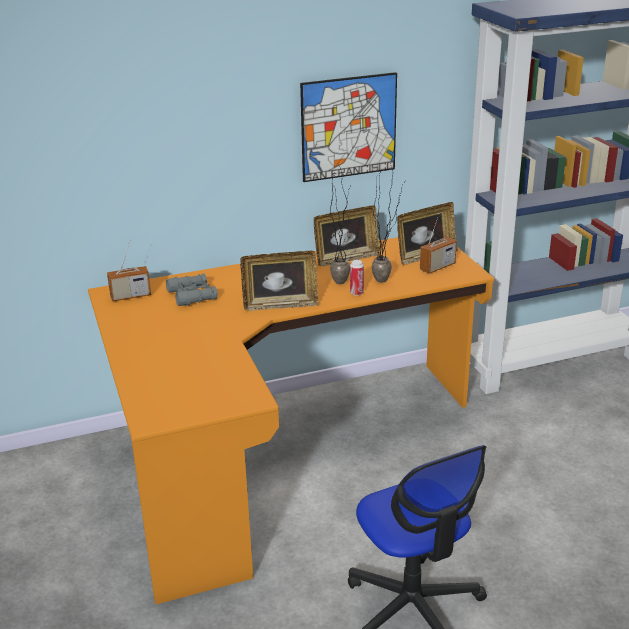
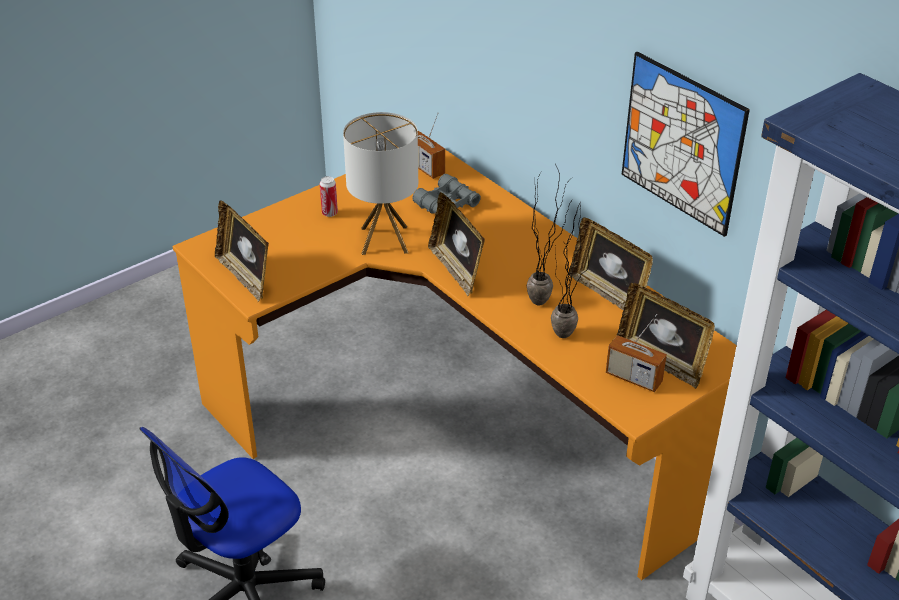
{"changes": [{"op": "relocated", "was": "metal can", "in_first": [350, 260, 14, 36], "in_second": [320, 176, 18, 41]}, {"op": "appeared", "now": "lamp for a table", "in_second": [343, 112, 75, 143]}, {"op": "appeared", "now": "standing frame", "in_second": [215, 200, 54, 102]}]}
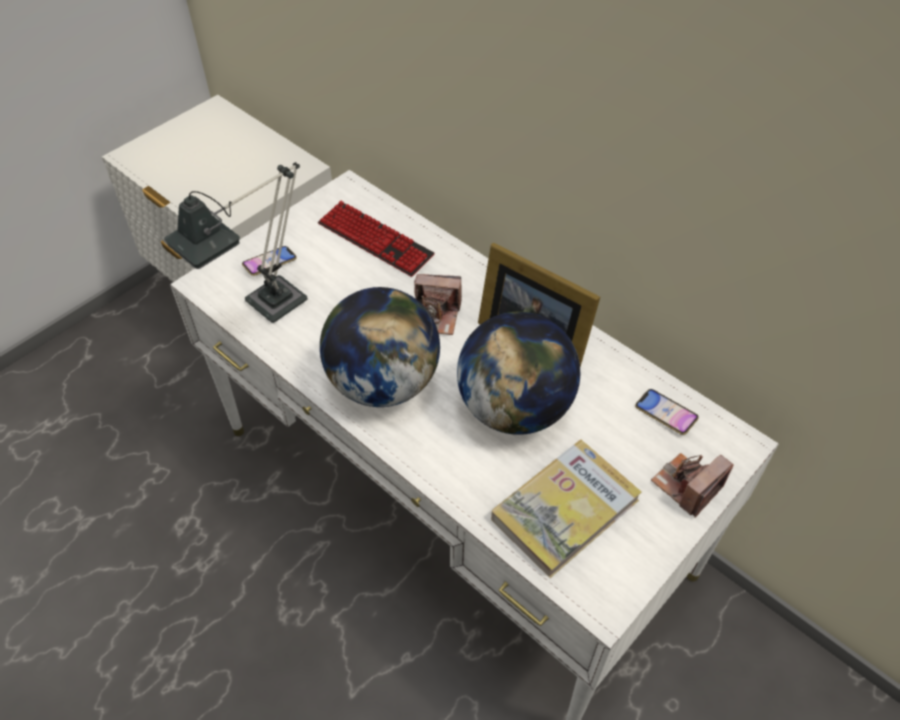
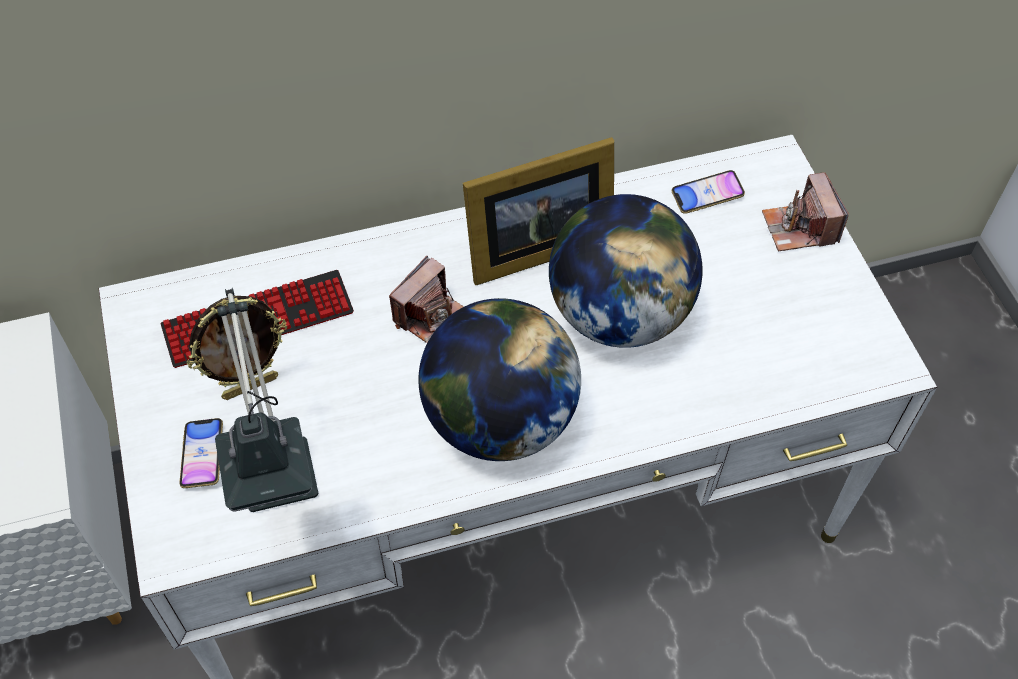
{"changes": [{"op": "missing", "was": "bound book", "in_first": [491, 440, 151, 138]}, {"op": "appeared", "now": "standing frame", "in_second": [187, 296, 100, 104]}]}
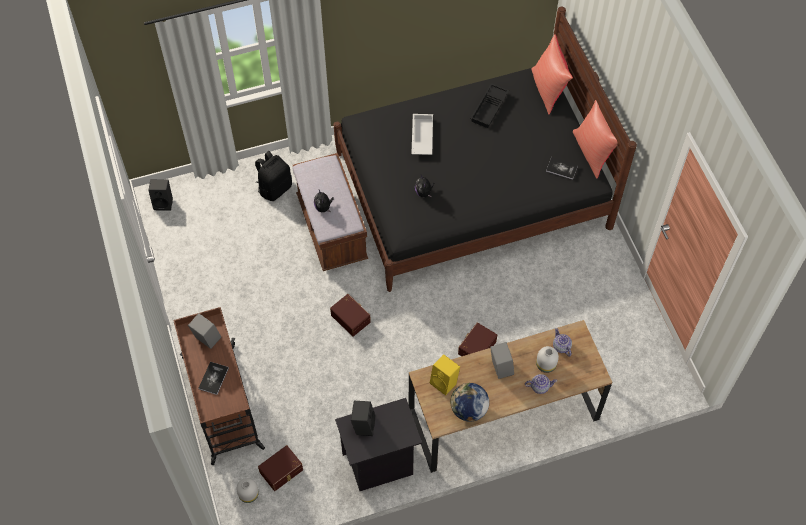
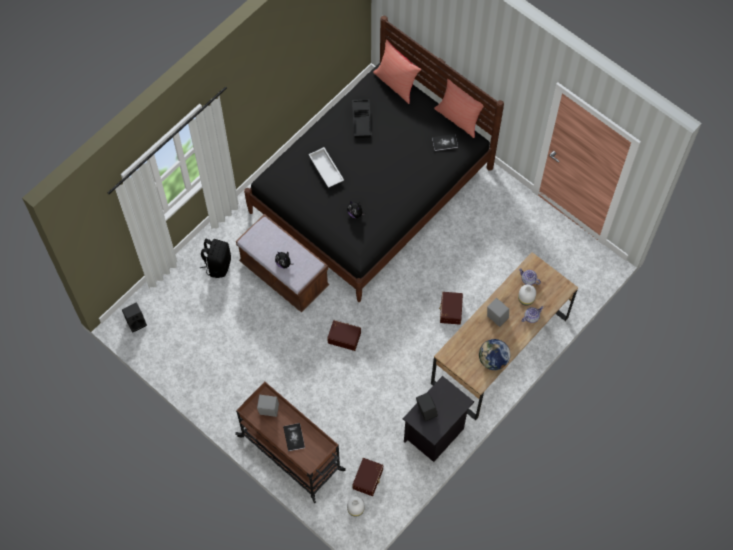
{"changes": [{"op": "missing", "was": "loudspeaker in yellowish", "in_first": [430, 354, 30, 42]}]}
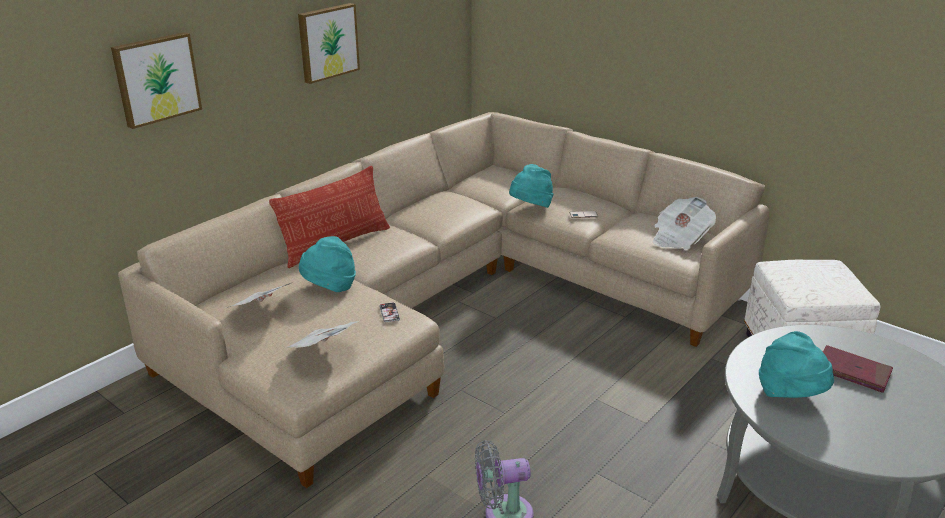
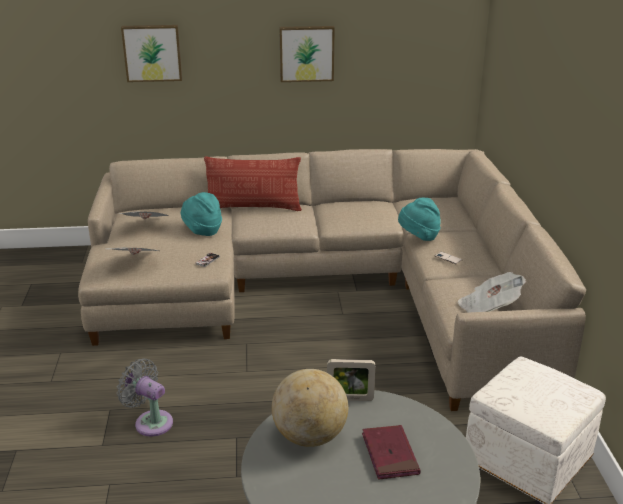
{"changes": [{"op": "exchanged", "was": "wearable hat in turquoise", "now": "globe", "in_first": [759, 331, 75, 67], "in_second": [272, 369, 76, 78]}, {"op": "appeared", "now": "standing frame", "in_second": [327, 359, 48, 42]}]}
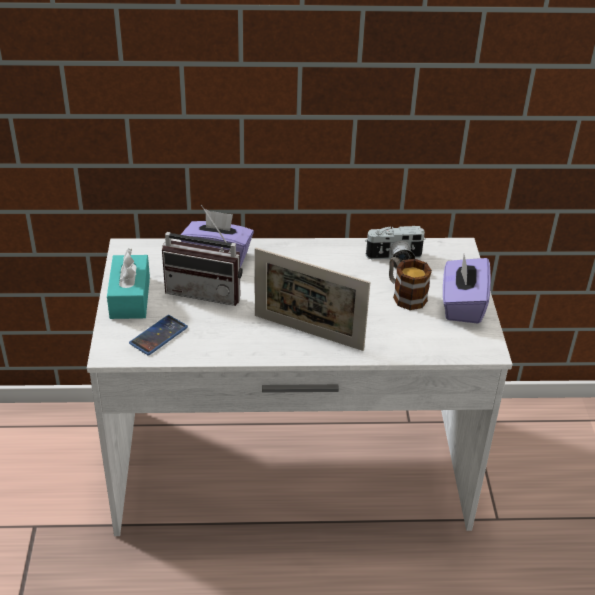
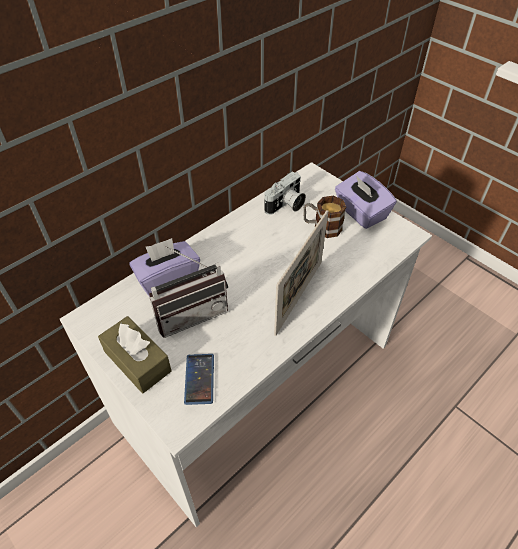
{"changes": [{"op": "spun", "was": "standing frame", "in_first": [255, 247, 115, 104], "in_second": [274, 210, 54, 126], "clockwise": -45}, {"op": "colour", "was": "tissue holder in turquoise", "now": "tissue holder in brown-coloured", "in_first": [107, 248, 43, 71], "in_second": [98, 316, 74, 78]}]}
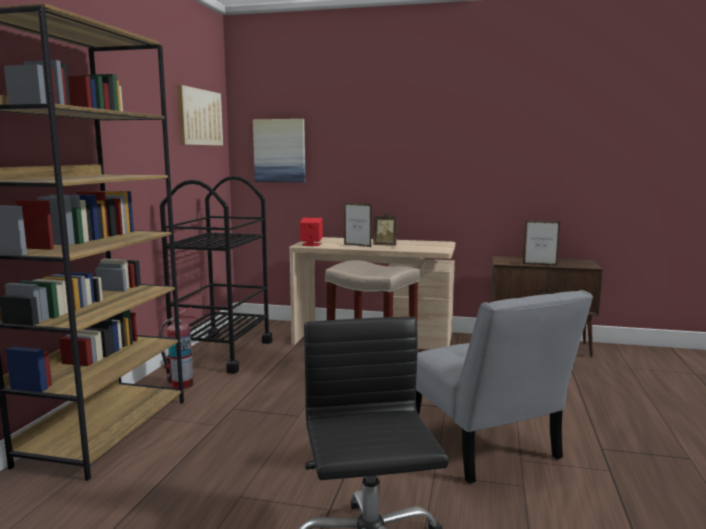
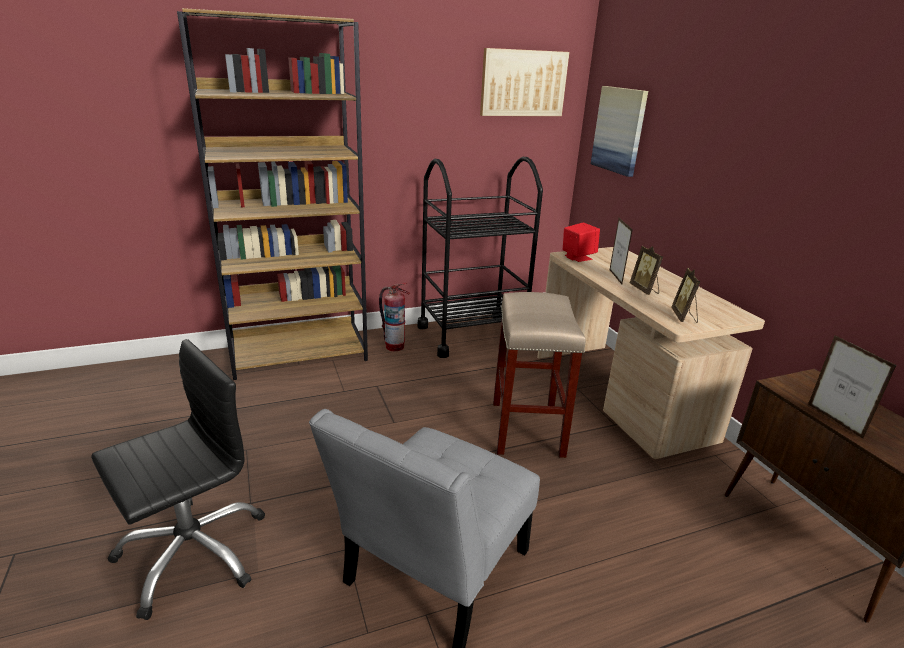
{"changes": [{"op": "appeared", "now": "standing frame", "in_second": [671, 268, 30, 55]}]}
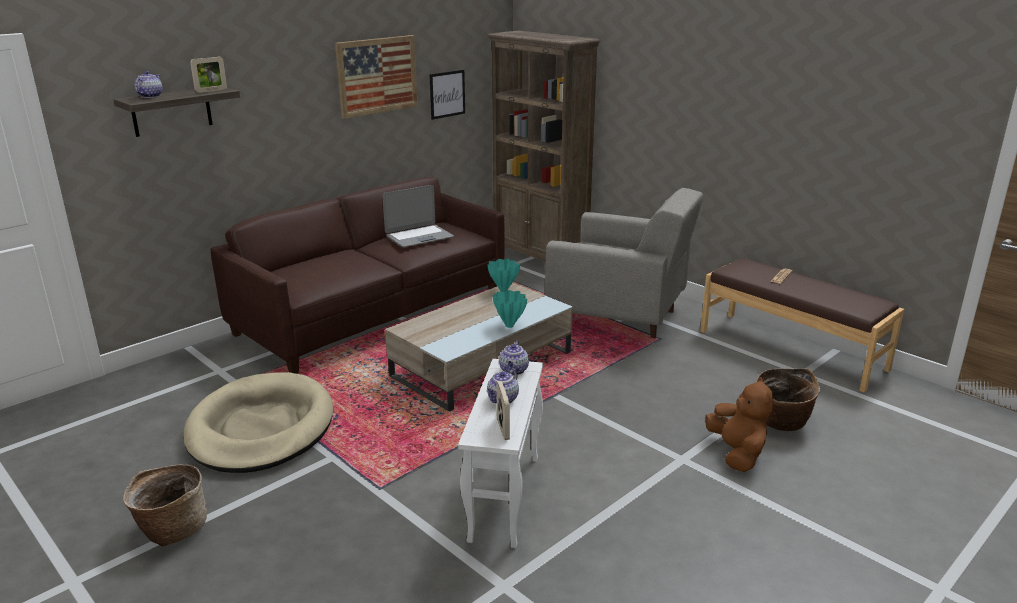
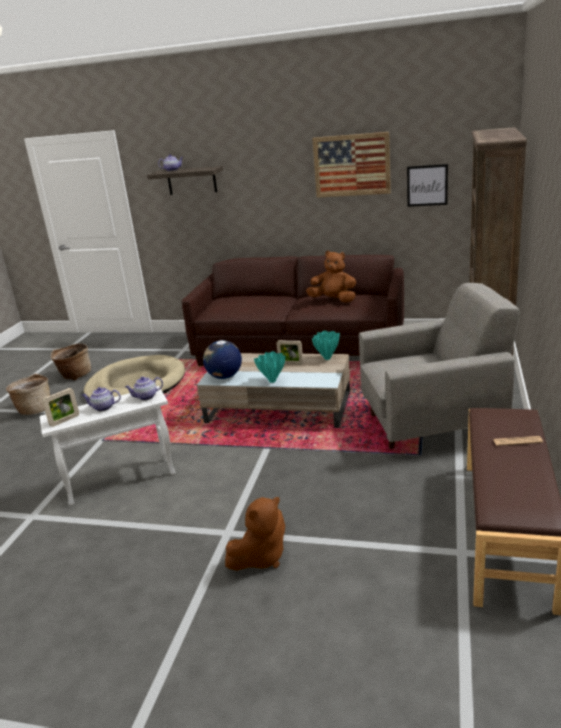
{"changes": [{"op": "relocated", "was": "standing frame", "in_first": [190, 57, 37, 36], "in_second": [276, 340, 27, 25]}, {"op": "exchanged", "was": "laptop", "now": "cuddly toy in brown-coloured", "in_first": [382, 185, 72, 62], "in_second": [306, 251, 50, 52]}, {"op": "spun", "was": "armchair in grey", "in_first": [545, 188, 158, 150], "in_second": [359, 283, 161, 166], "clockwise": -90}, {"op": "relocated", "was": "basket", "in_first": [756, 368, 64, 63], "in_second": [51, 344, 40, 37]}, {"op": "appeared", "now": "globe", "in_second": [203, 340, 39, 39]}]}
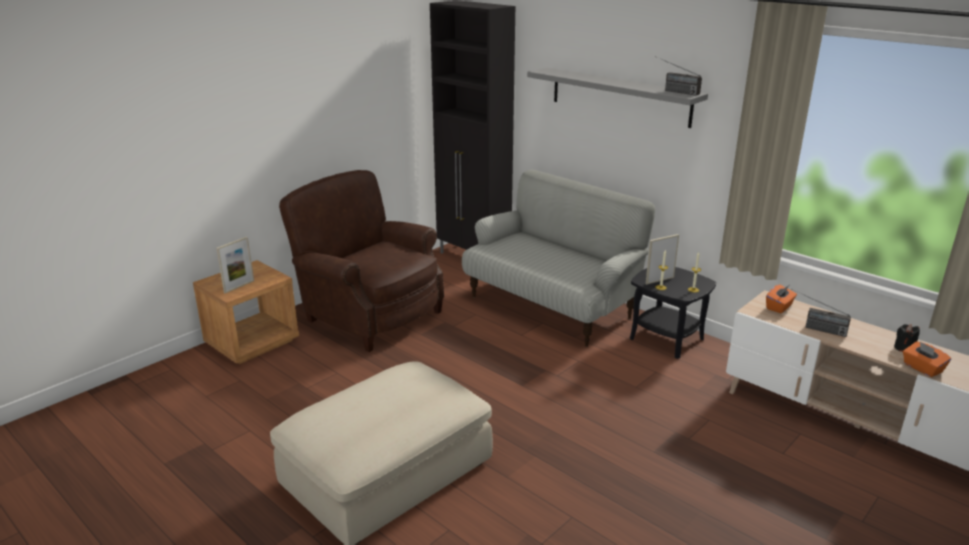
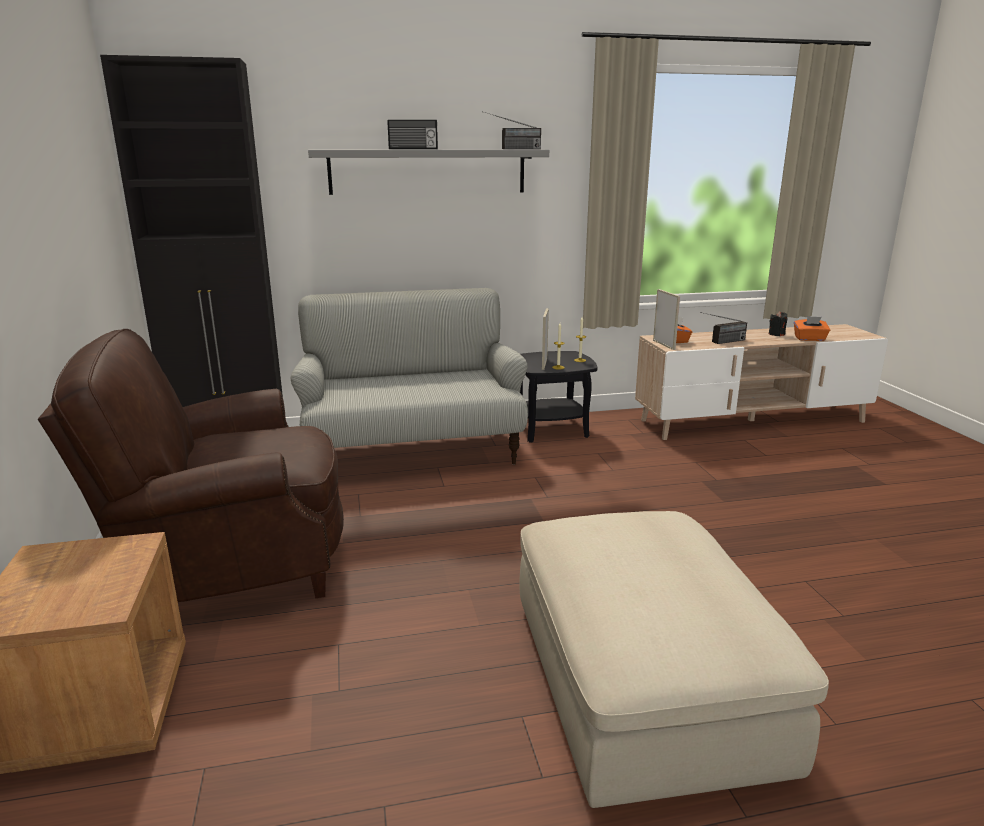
{"changes": [{"op": "relocated", "was": "standing frame", "in_first": [216, 237, 38, 56], "in_second": [653, 289, 27, 61]}, {"op": "appeared", "now": "radio", "in_second": [387, 120, 51, 29]}]}
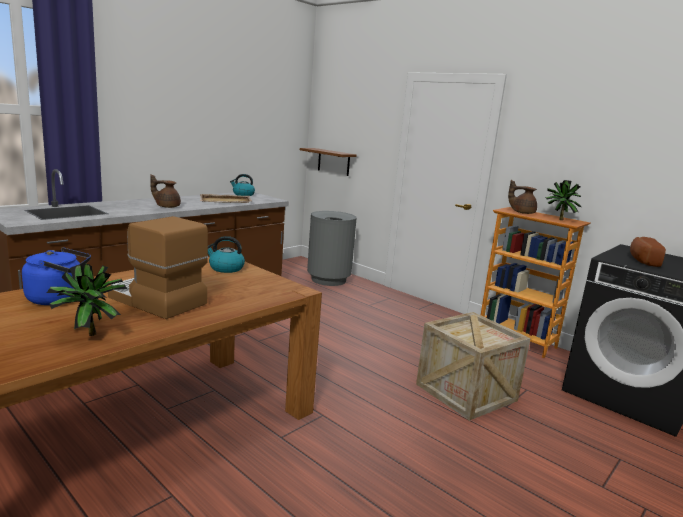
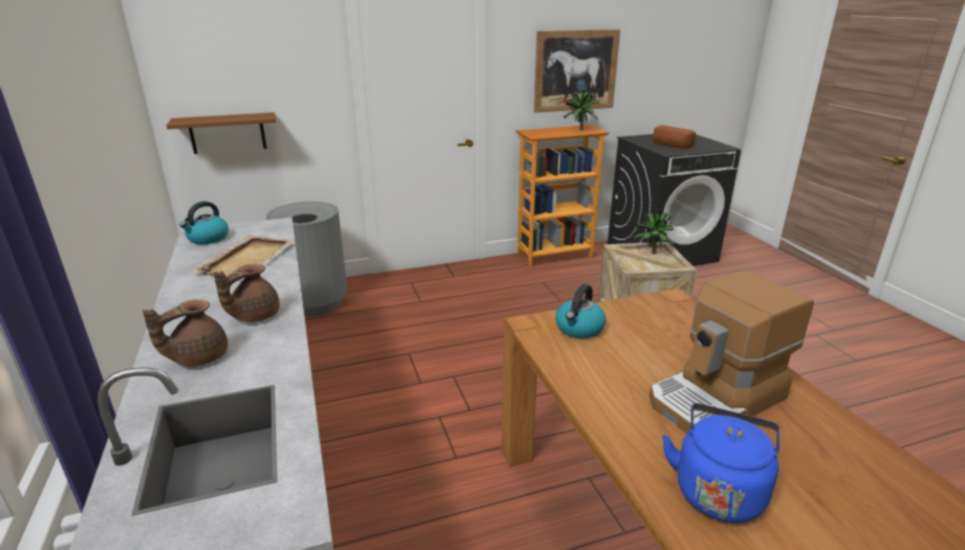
{"changes": [{"op": "relocated", "was": "pot for tea in brown-coloured", "in_first": [508, 180, 29, 34], "in_second": [142, 300, 86, 67]}, {"op": "relocated", "was": "potted plant", "in_first": [47, 264, 80, 72], "in_second": [634, 212, 40, 42]}, {"op": "appeared", "now": "wall picture", "in_second": [534, 29, 86, 84]}]}
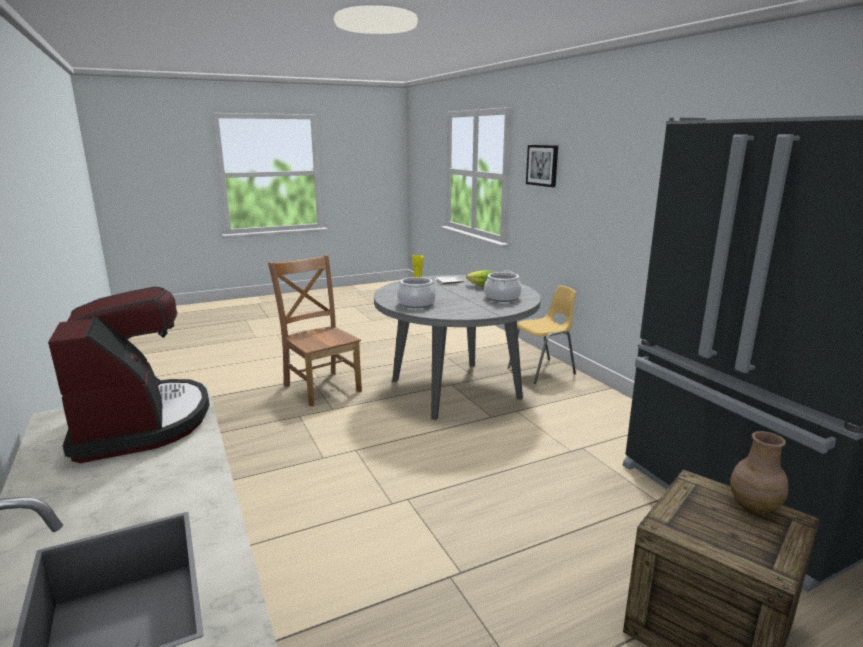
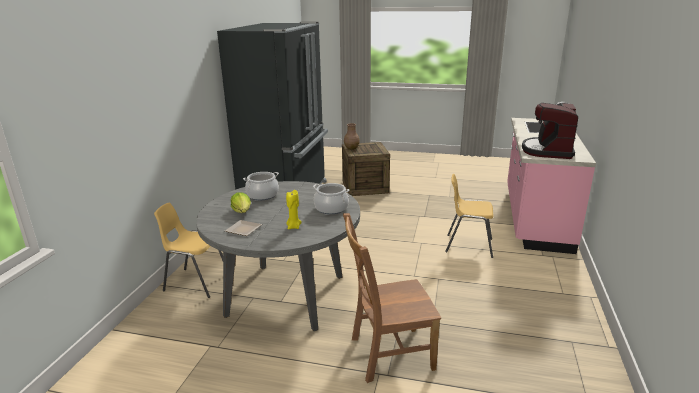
{"changes": [{"op": "missing", "was": "wall picture", "in_first": [526, 145, 32, 42]}, {"op": "spun", "was": "chair in brown-coloured", "in_first": [268, 255, 94, 152], "in_second": [343, 213, 98, 170], "clockwise": 75}, {"op": "appeared", "now": "chair in yellowish", "in_second": [445, 174, 49, 84]}]}
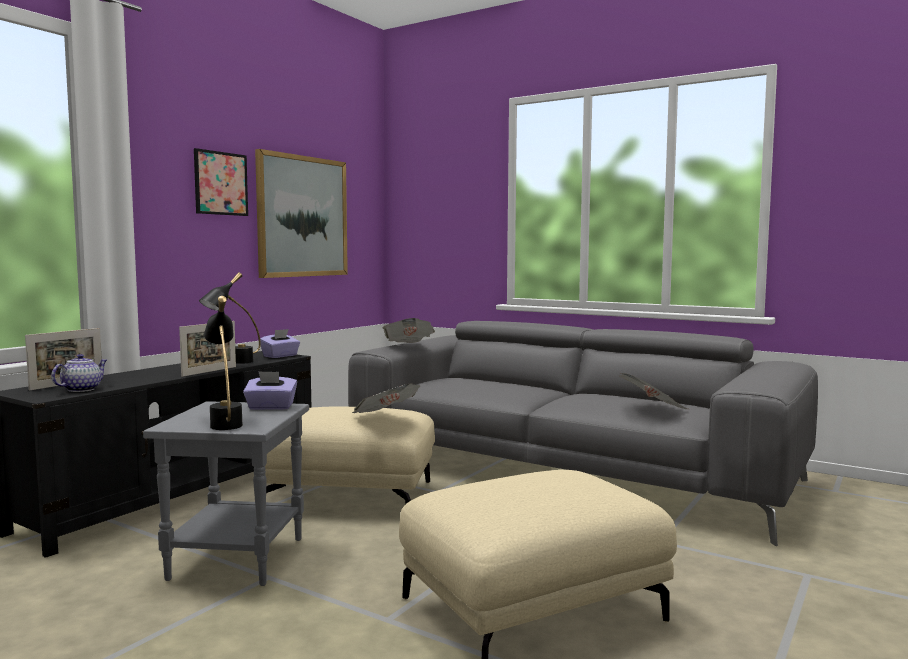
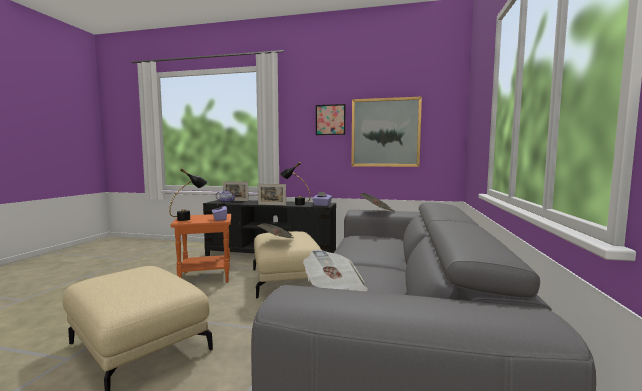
{"changes": [{"op": "colour", "was": "accent table in grey", "now": "accent table in orange", "in_first": [143, 401, 166, 185], "in_second": [171, 214, 60, 69]}]}
